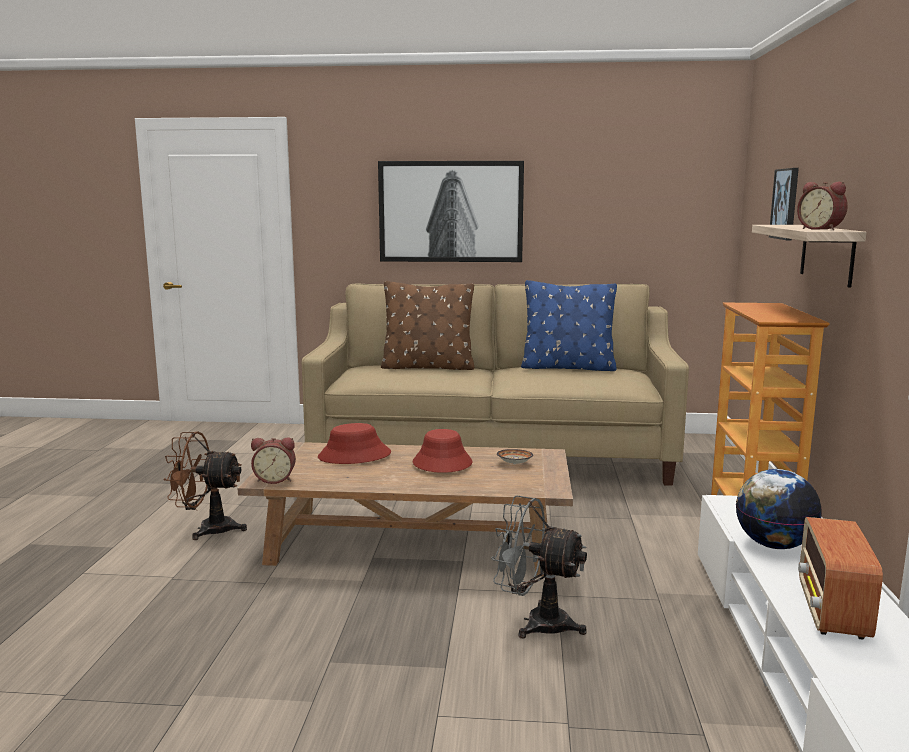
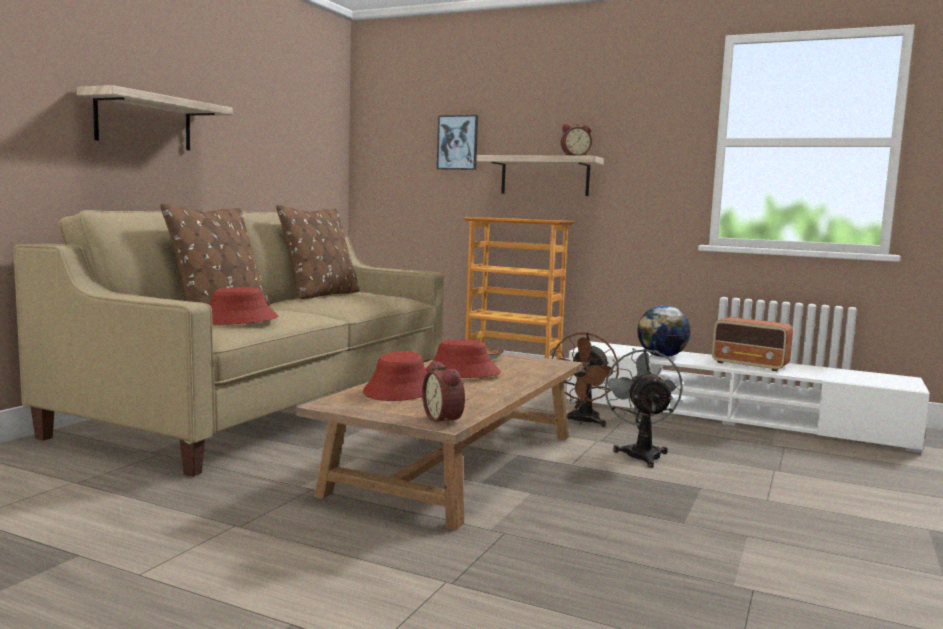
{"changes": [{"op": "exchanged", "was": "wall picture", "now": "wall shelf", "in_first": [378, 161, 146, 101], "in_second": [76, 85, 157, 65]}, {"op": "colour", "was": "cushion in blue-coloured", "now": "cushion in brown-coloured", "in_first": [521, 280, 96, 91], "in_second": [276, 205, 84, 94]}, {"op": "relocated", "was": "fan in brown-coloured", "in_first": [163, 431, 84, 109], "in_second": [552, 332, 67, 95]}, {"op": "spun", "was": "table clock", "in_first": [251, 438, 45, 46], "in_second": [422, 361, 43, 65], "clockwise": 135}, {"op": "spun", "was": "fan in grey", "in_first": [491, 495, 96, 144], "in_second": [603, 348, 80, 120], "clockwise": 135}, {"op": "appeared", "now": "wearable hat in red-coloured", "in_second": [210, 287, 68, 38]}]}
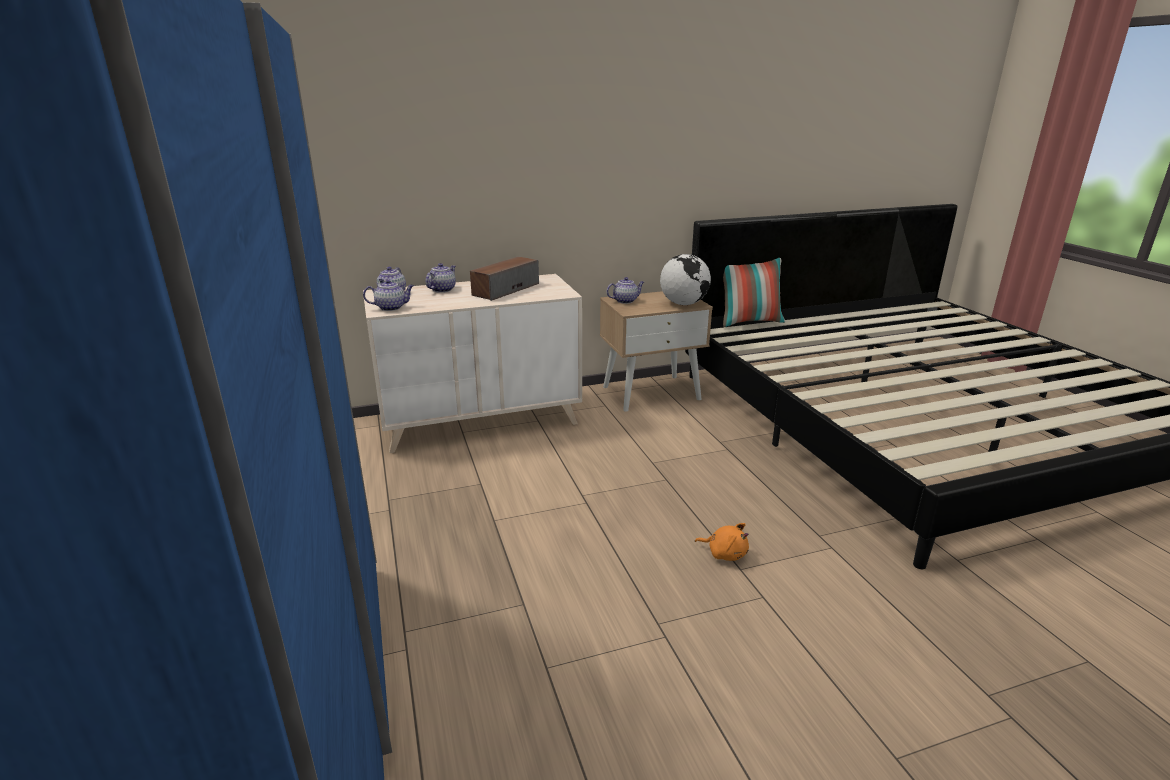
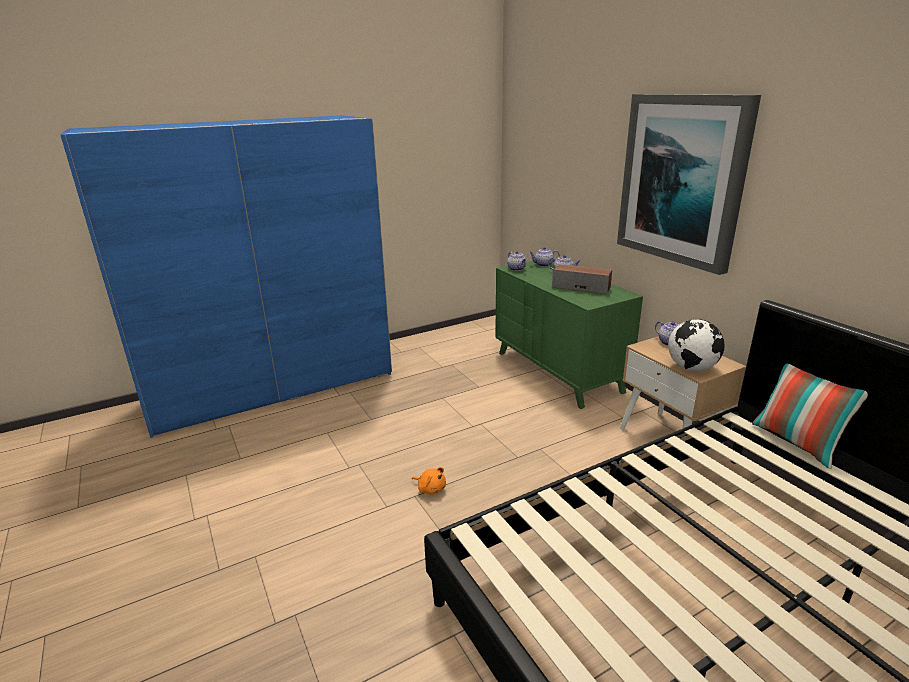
{"changes": [{"op": "colour", "was": "chest of drawers in beige-coloured", "now": "chest of drawers in greenish", "in_first": [363, 274, 219, 179], "in_second": [495, 261, 148, 148]}, {"op": "spun", "was": "cuddly toy in orange", "in_first": [695, 523, 54, 38], "in_second": [412, 467, 34, 27], "clockwise": -75}, {"op": "appeared", "now": "wall picture", "in_second": [617, 94, 144, 181]}]}
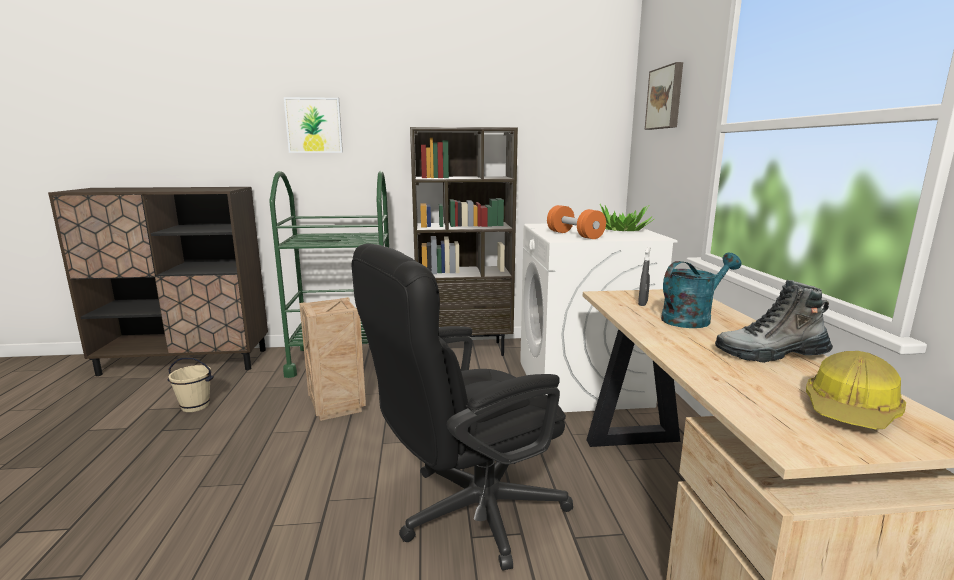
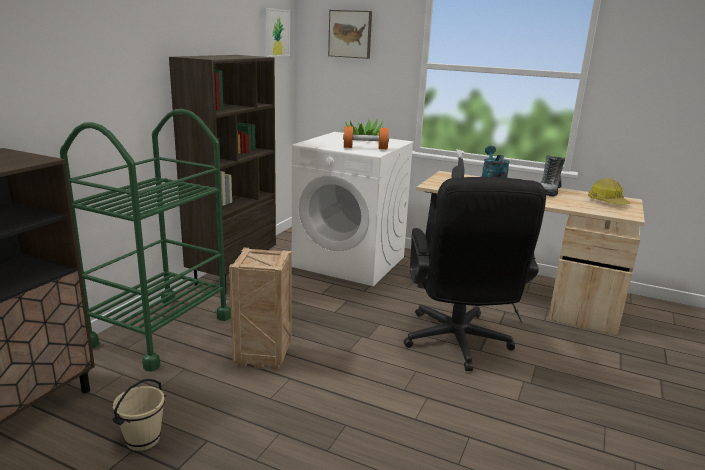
{"changes": [{"op": "relocated", "was": "wall picture", "in_first": [284, 97, 59, 56], "in_second": [263, 8, 27, 49]}]}
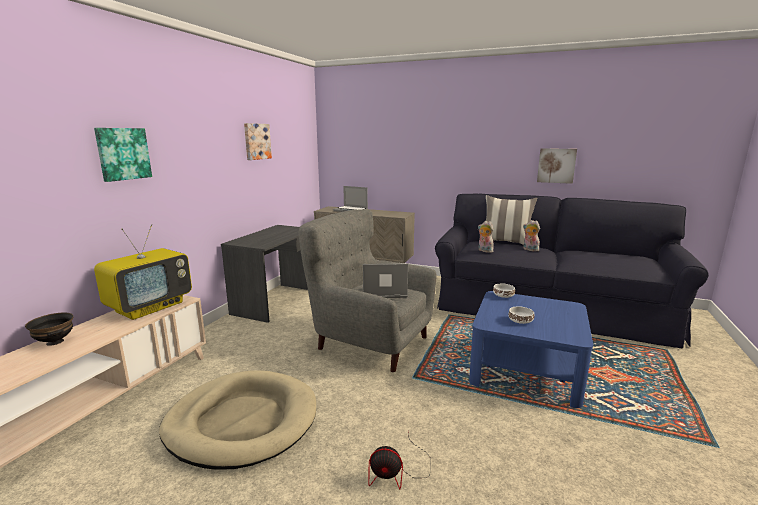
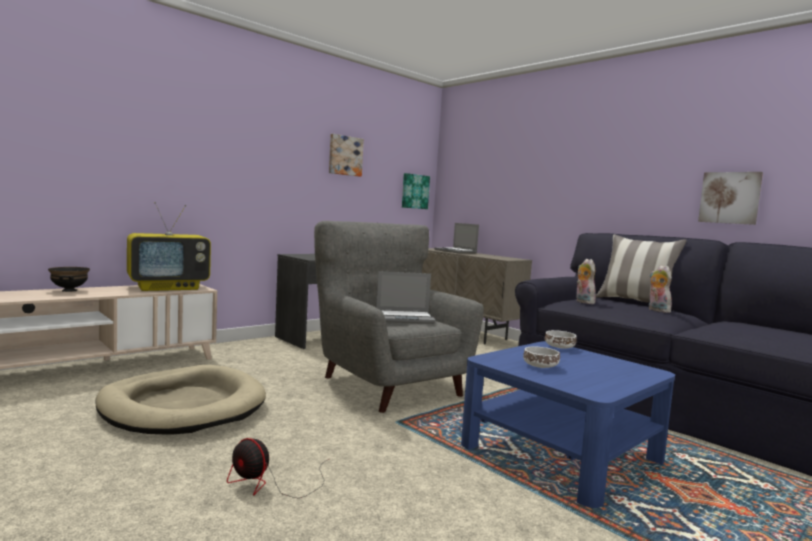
{"changes": [{"op": "relocated", "was": "wall picture", "in_first": [94, 128, 58, 54], "in_second": [402, 173, 28, 36]}, {"op": "spun", "was": "laptop", "in_first": [363, 263, 45, 35], "in_second": [376, 271, 60, 53], "clockwise": 150}]}
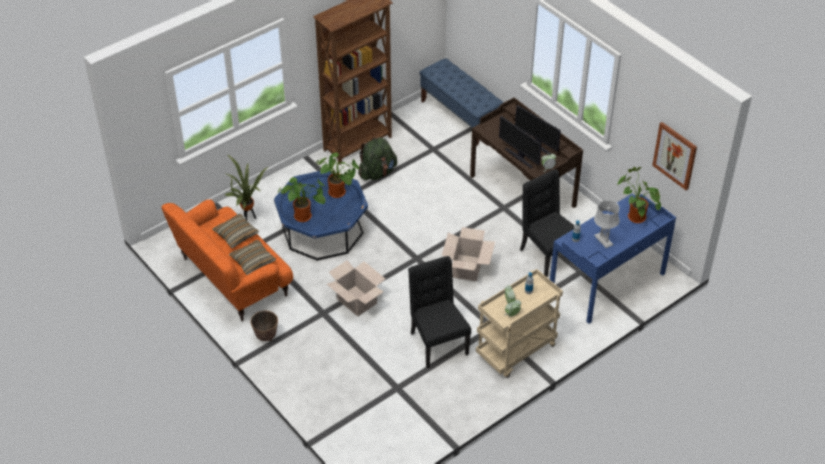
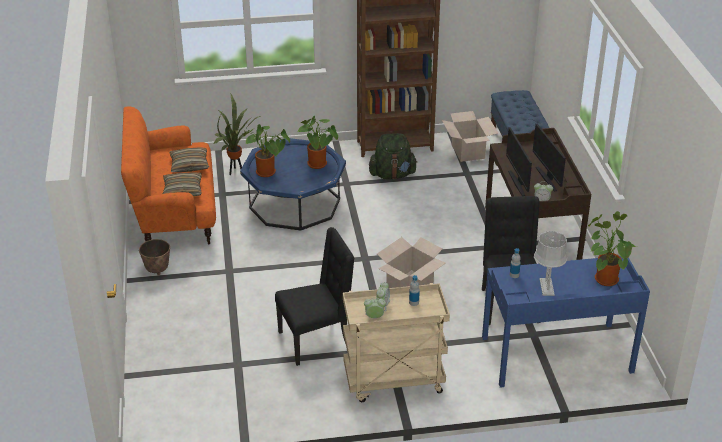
{"changes": [{"op": "missing", "was": "wall picture", "in_first": [652, 122, 45, 68]}, {"op": "spun", "was": "chair in black", "in_first": [408, 256, 63, 112], "in_second": [275, 227, 79, 139], "clockwise": 60}, {"op": "relocated", "was": "packing box", "in_first": [327, 260, 58, 57], "in_second": [442, 111, 56, 51]}]}
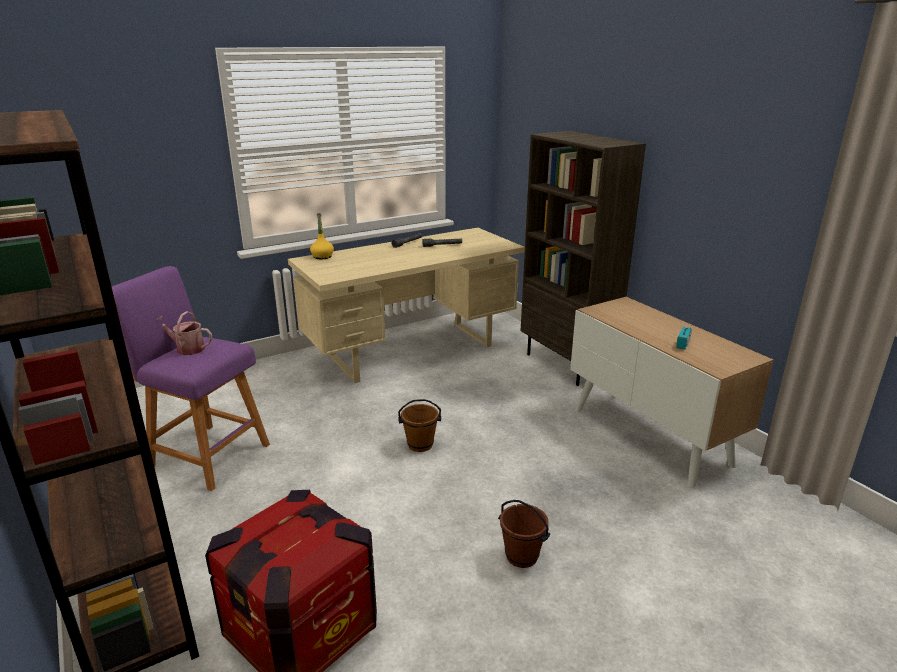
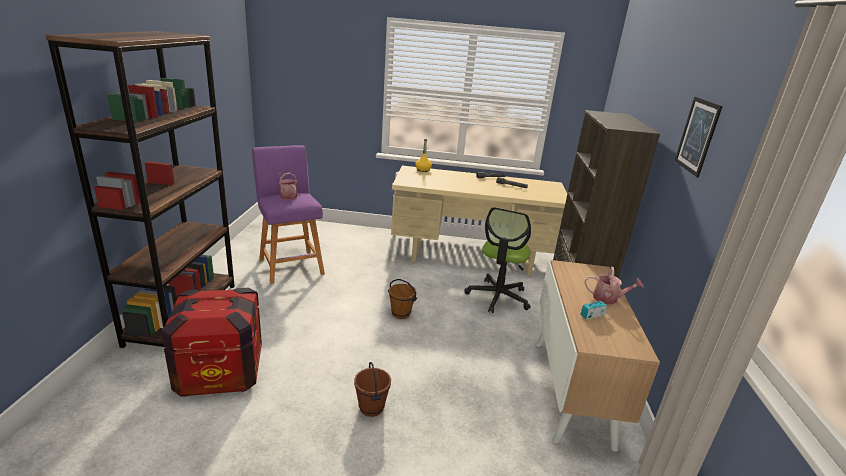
{"changes": [{"op": "appeared", "now": "wall picture", "in_second": [675, 97, 48, 81]}, {"op": "appeared", "now": "office chair", "in_second": [464, 207, 67, 106]}, {"op": "appeared", "now": "watering can", "in_second": [584, 267, 60, 38]}]}
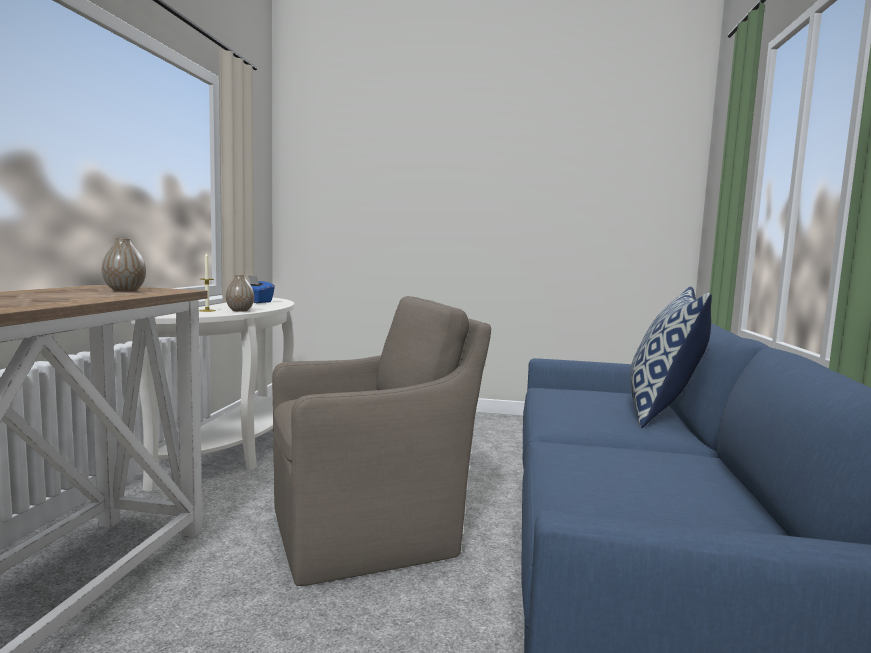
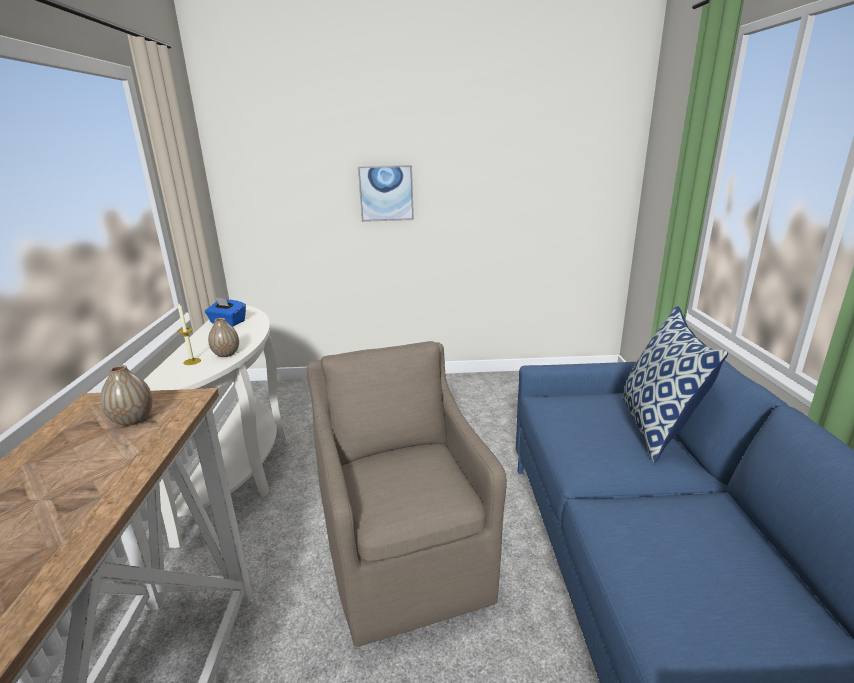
{"changes": [{"op": "spun", "was": "armchair in brown-coloured", "in_first": [272, 296, 219, 290], "in_second": [307, 341, 200, 306], "clockwise": -75}, {"op": "appeared", "now": "wall picture", "in_second": [358, 165, 56, 57]}]}
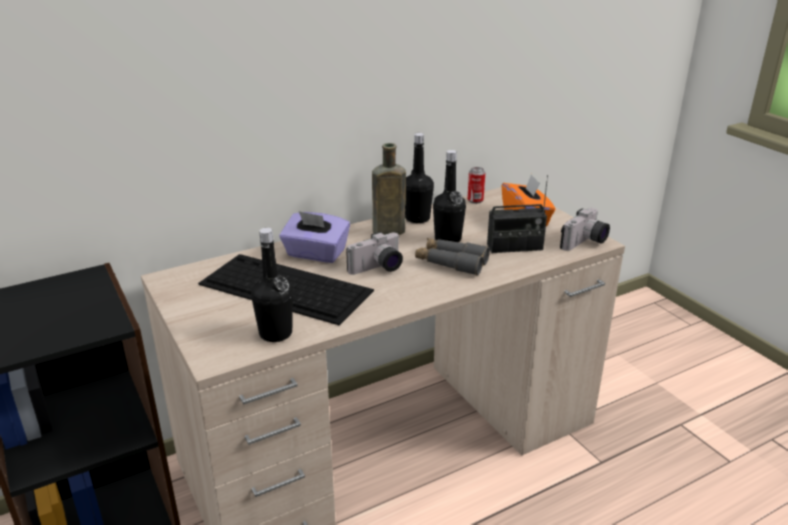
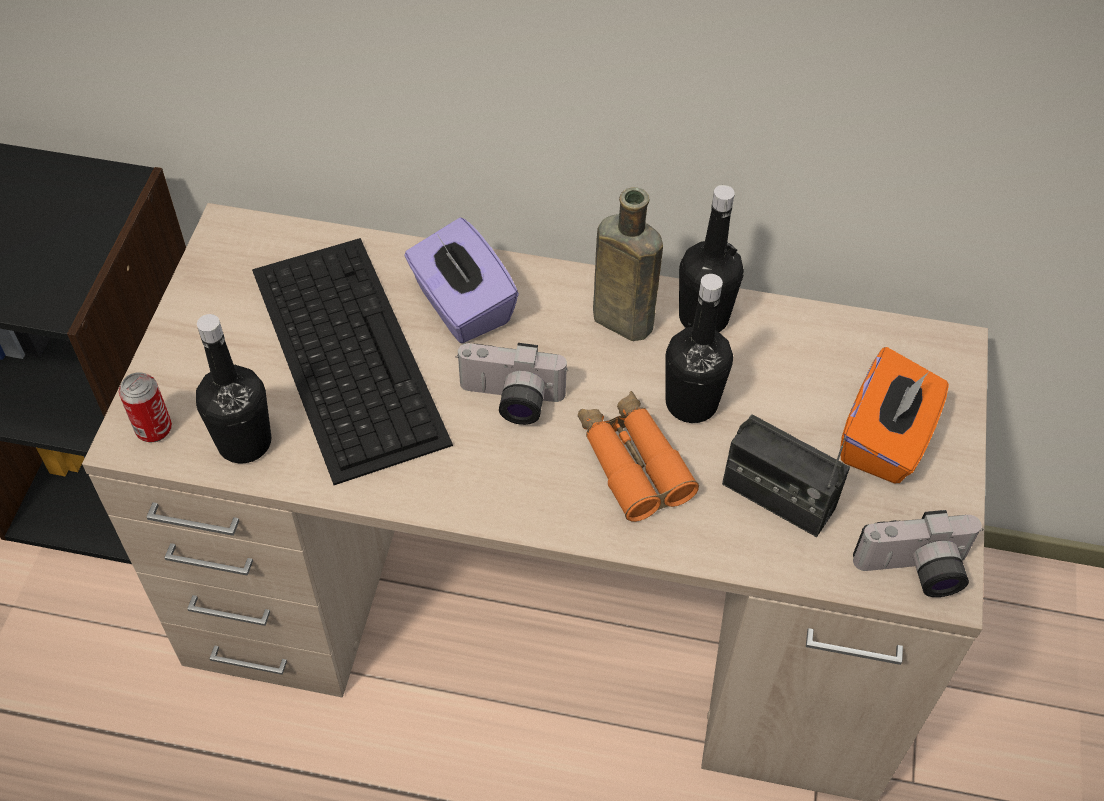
{"changes": [{"op": "relocated", "was": "metal can", "in_first": [467, 167, 18, 37], "in_second": [119, 372, 53, 70]}, {"op": "colour", "was": "binoculars in grey", "now": "binoculars in orange", "in_first": [415, 238, 75, 37], "in_second": [578, 391, 121, 131]}]}
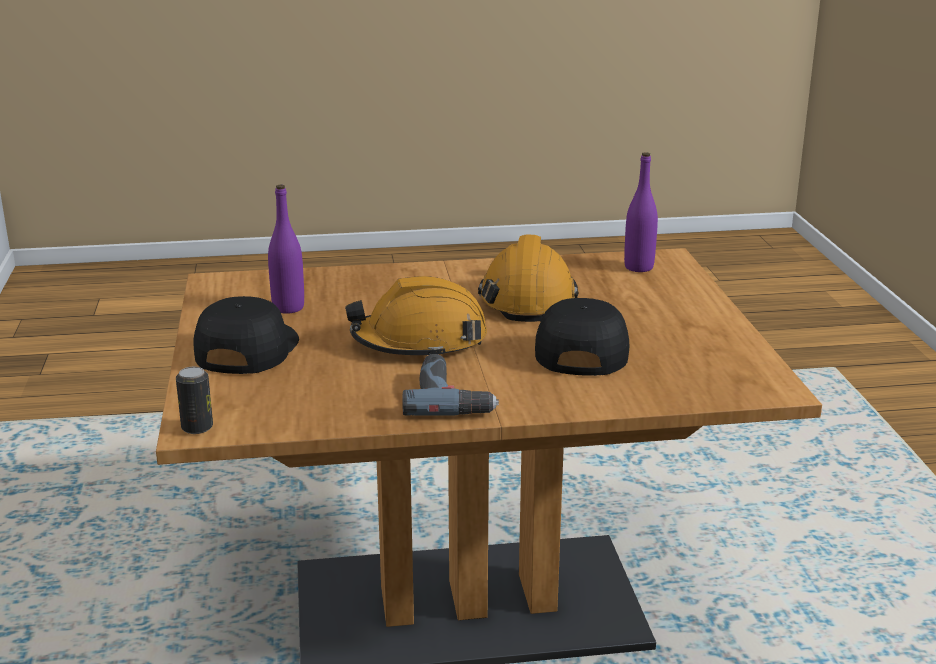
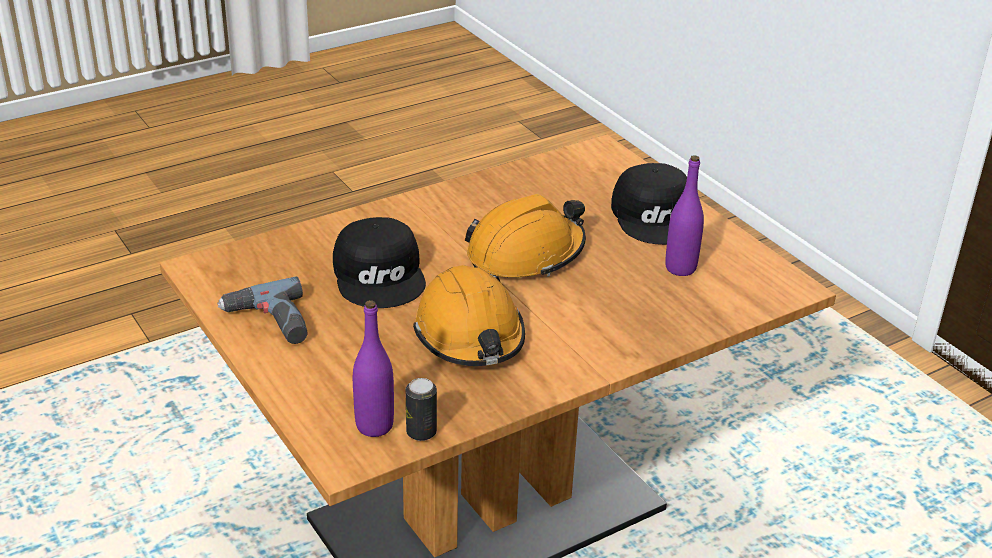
{"changes": [{"op": "relocated", "was": "drill", "in_first": [402, 354, 97, 61], "in_second": [217, 276, 91, 68]}, {"op": "relocated", "was": "metal can", "in_first": [176, 367, 37, 67], "in_second": [406, 378, 31, 63]}]}
